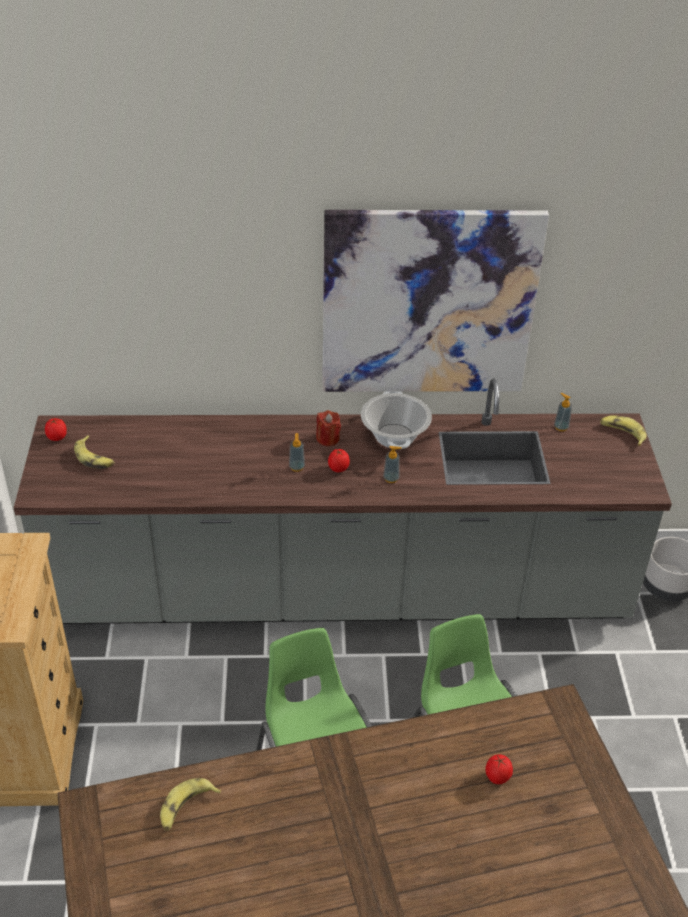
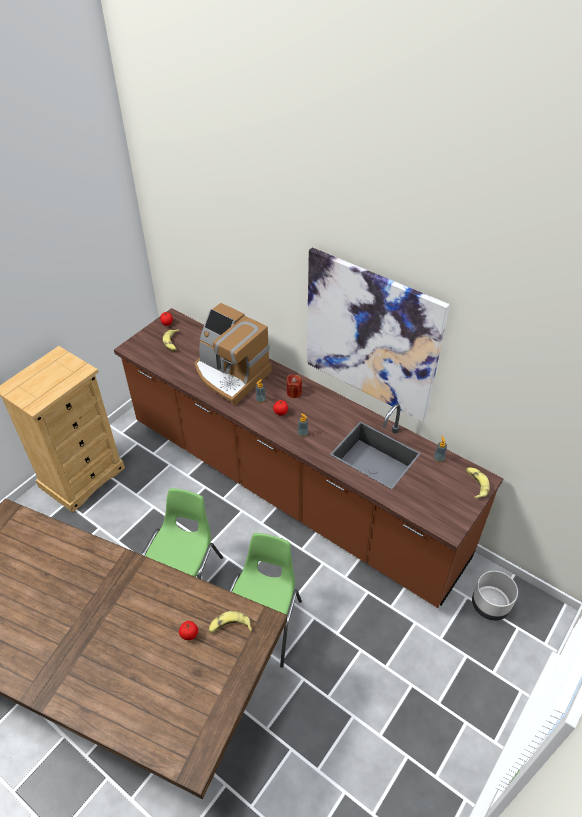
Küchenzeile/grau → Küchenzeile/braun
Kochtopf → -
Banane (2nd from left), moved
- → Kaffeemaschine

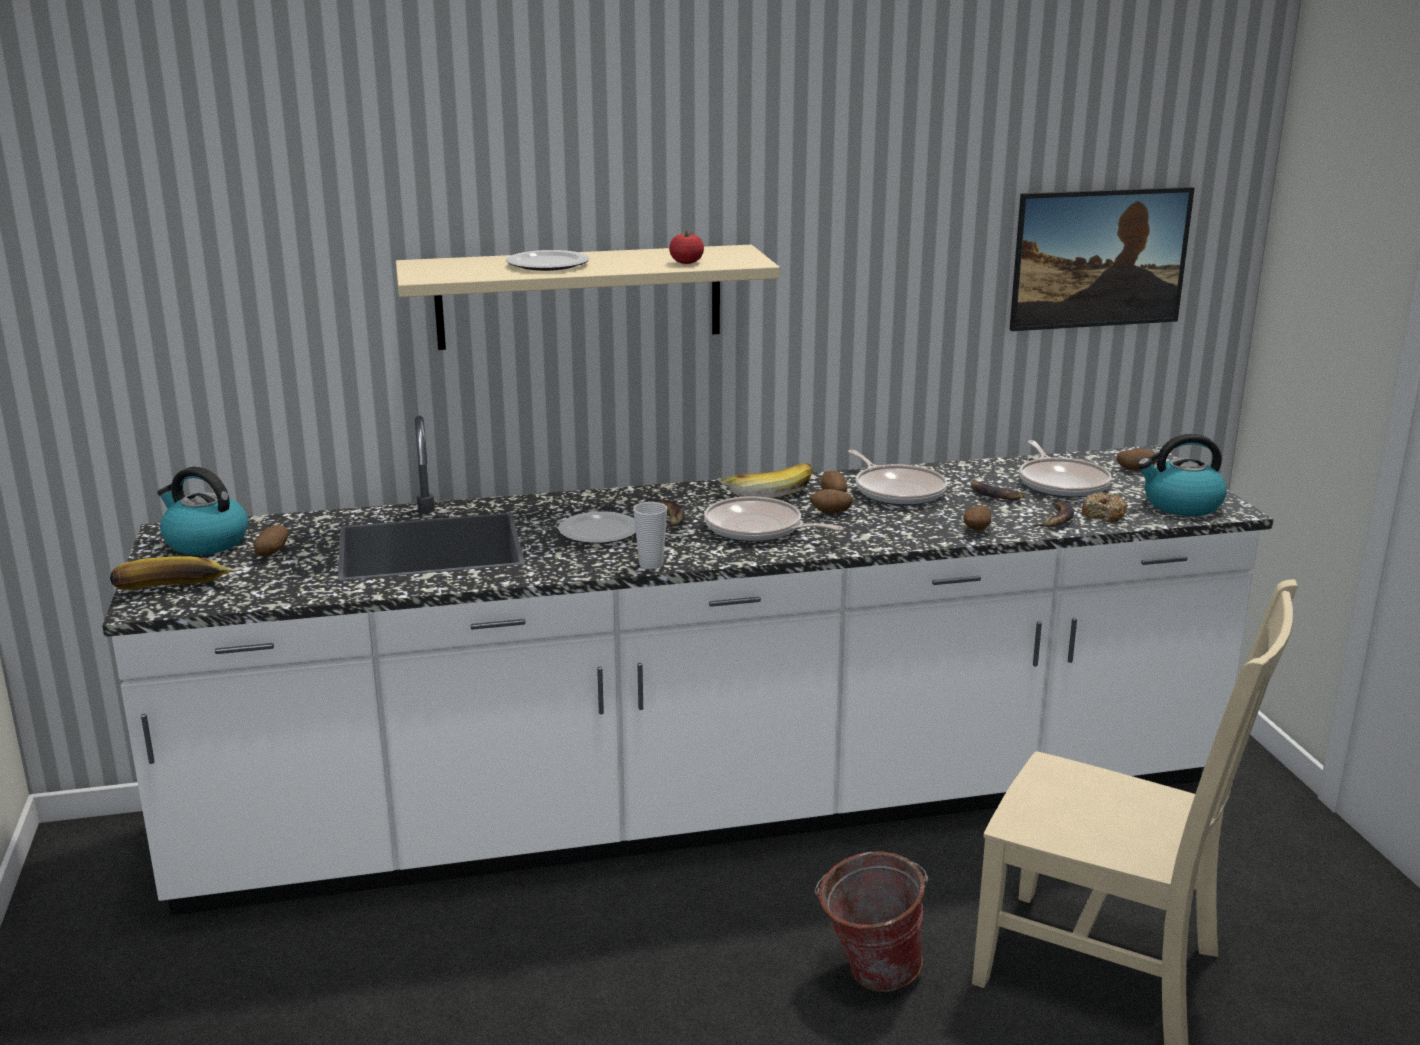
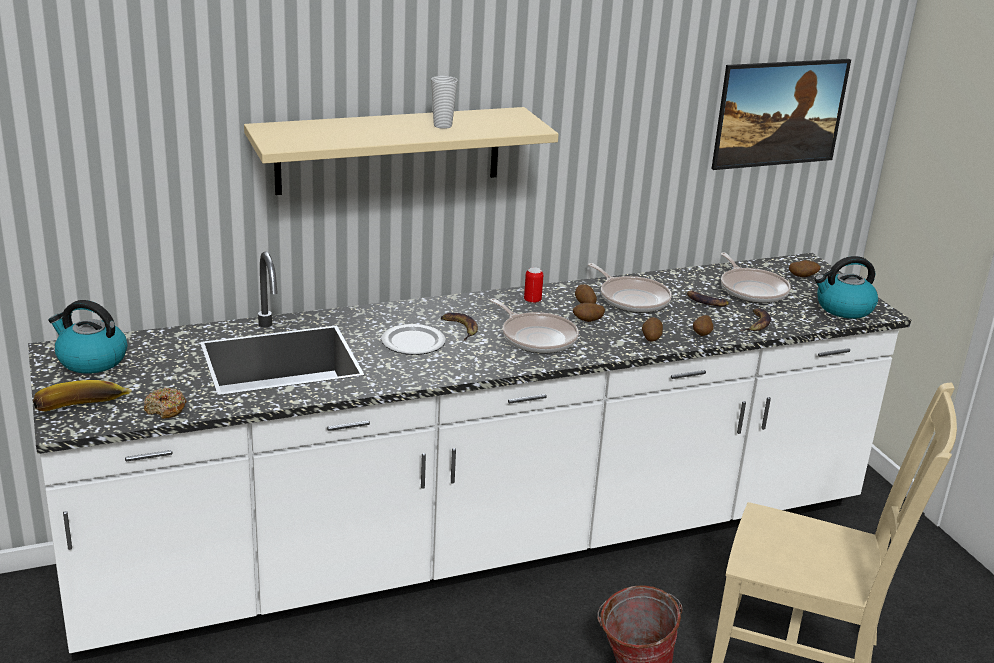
Tomate → -
Teller (1st from left) → -
Banane (3rd from left) → Dose
Donut, moved
Pfanne (1st from left), 150 degrees counterclockwise
Tasse, moved
Kartoffel (1st from left in the first image) → Kartoffel (3rd from left), moved

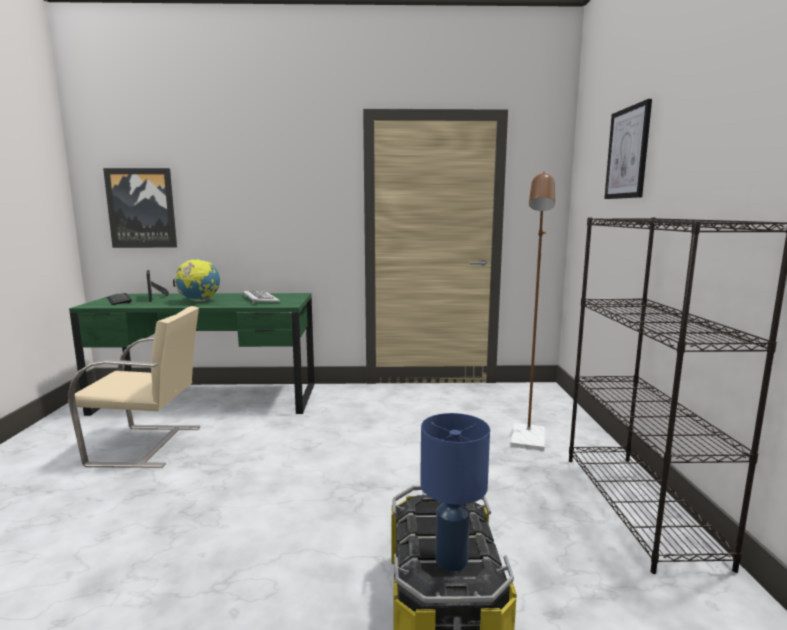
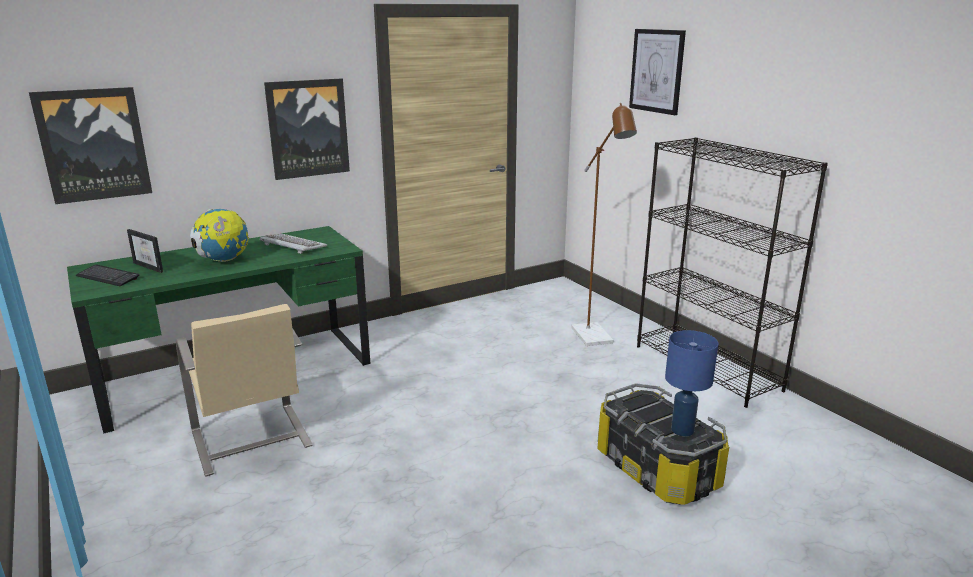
Stuhl/beige, 90 degrees clockwise
- → Bild (2nd from left)

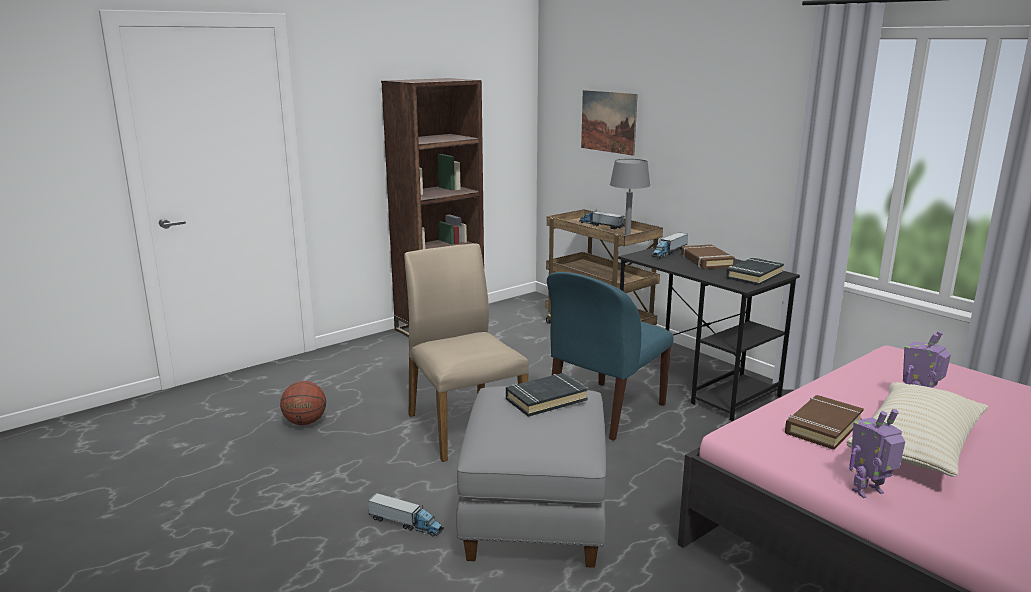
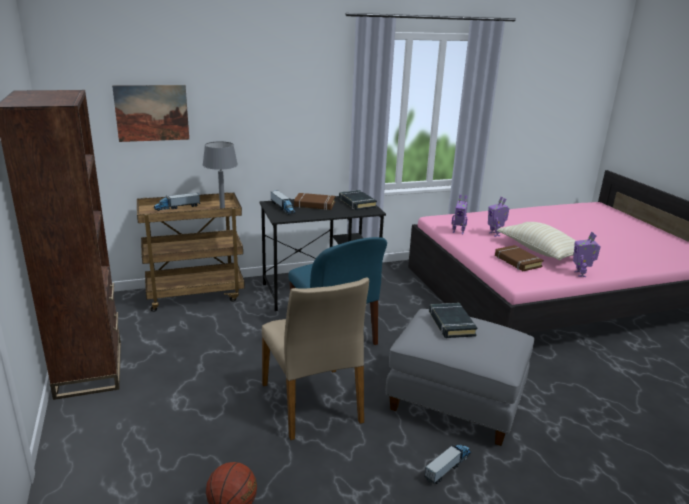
Stuhl/beige, 105 degrees counterclockwise
- → Spielzeugroboter (1st from left)

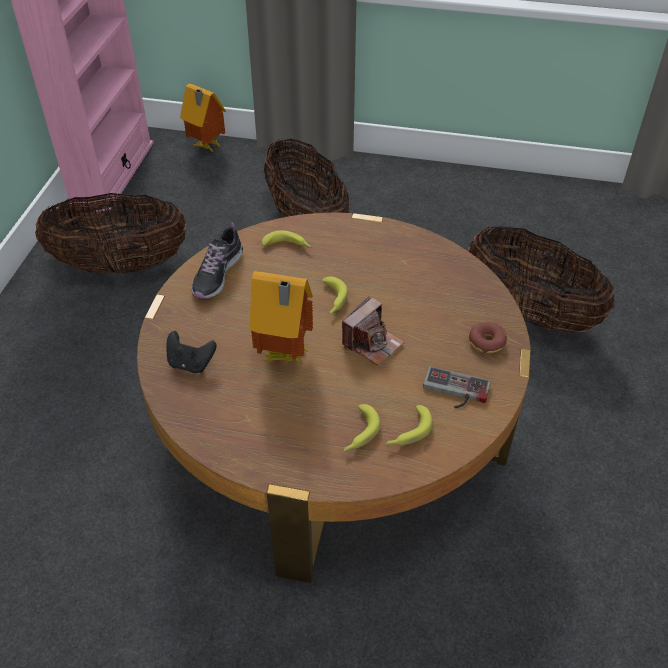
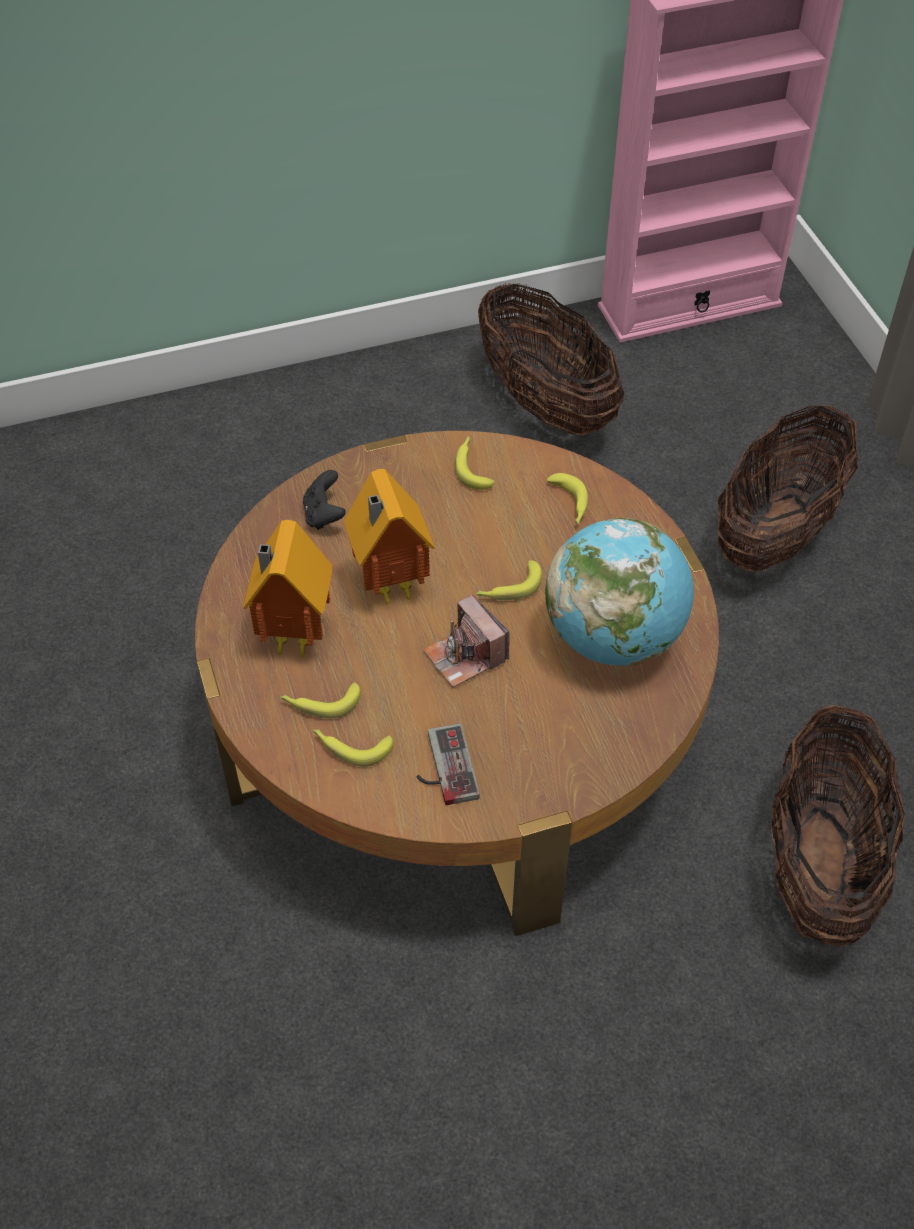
Spielzeughaus (1st from left), moved
Schuh → Banane (3rd from left)
Kamera, 45 degrees clockwise
Donut → -
- → Globus

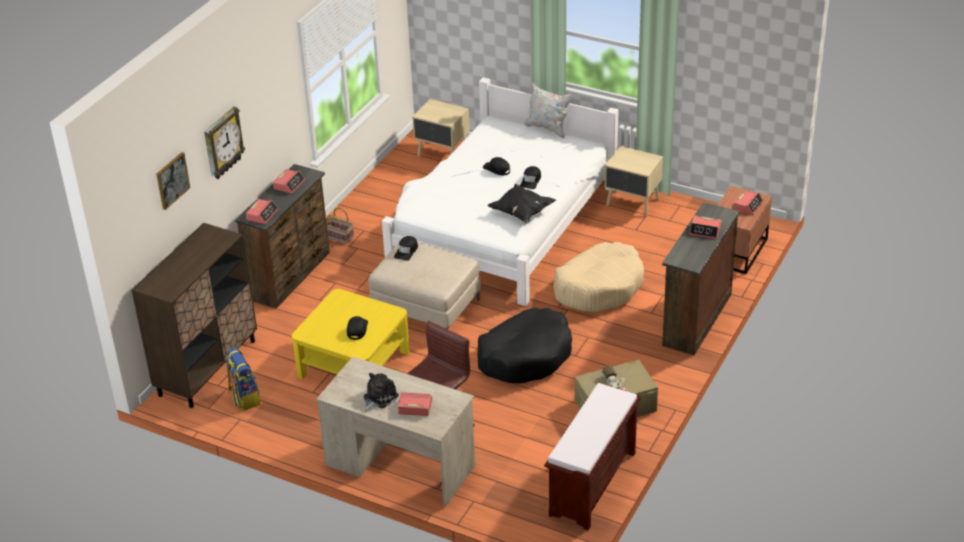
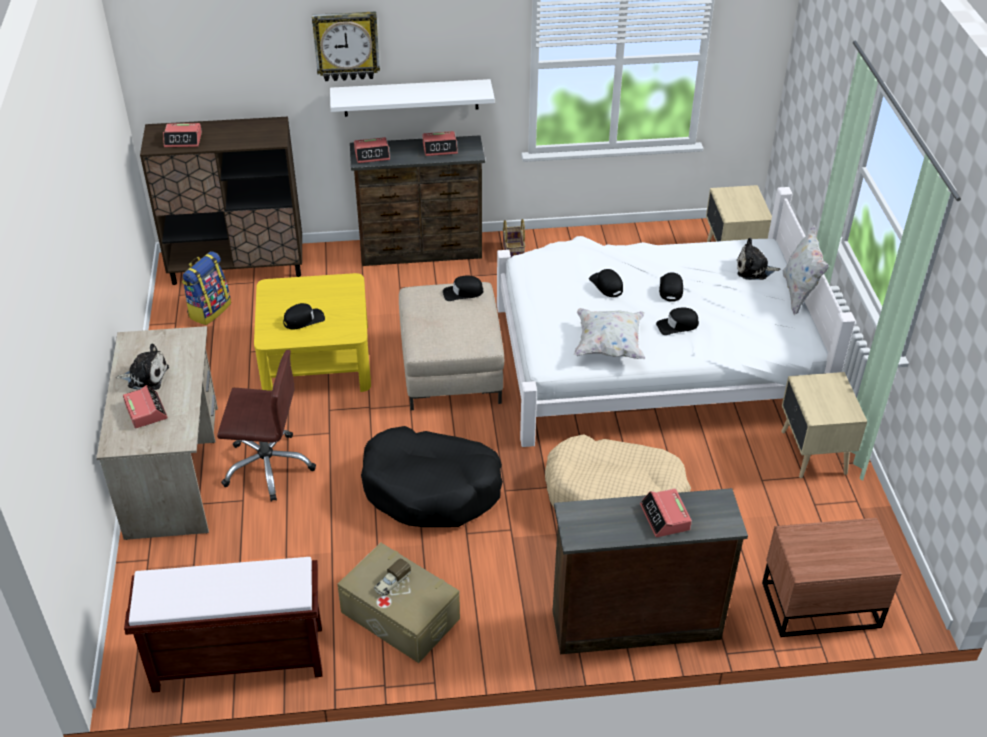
Bild → -
Kissen/schwarz → Kissen/weiß (1st from left)
Wecker (5th from left in the first image) → Wecker (2nd from left), moved
- → Wandregal/weiß
- → Plüschtier (2nd from left)
- → Kappe/schwarz (3rd from left)

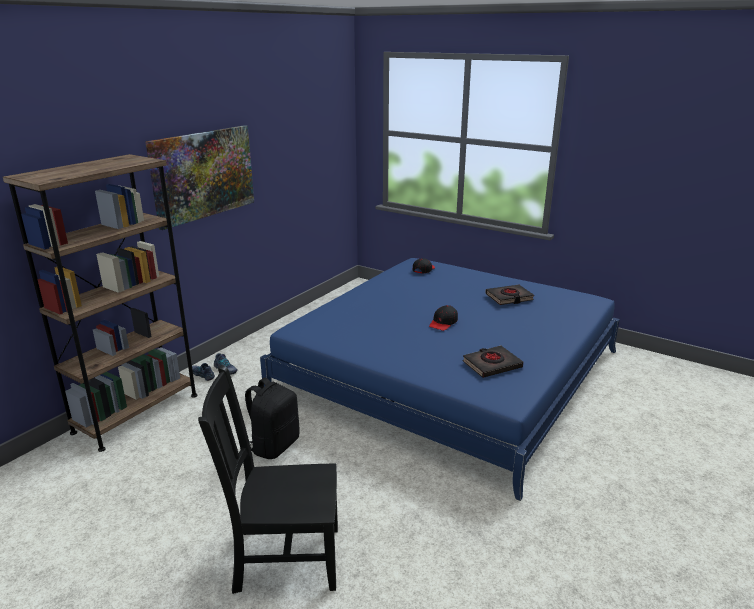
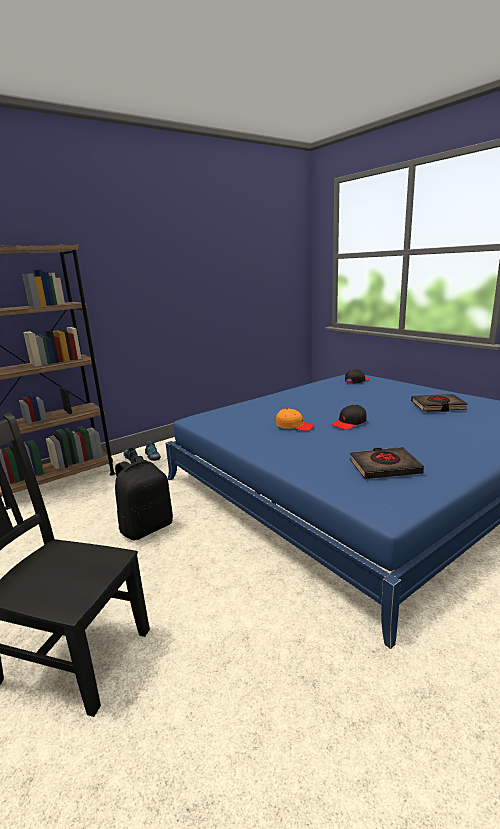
Bild → -
- → Kappe/orange

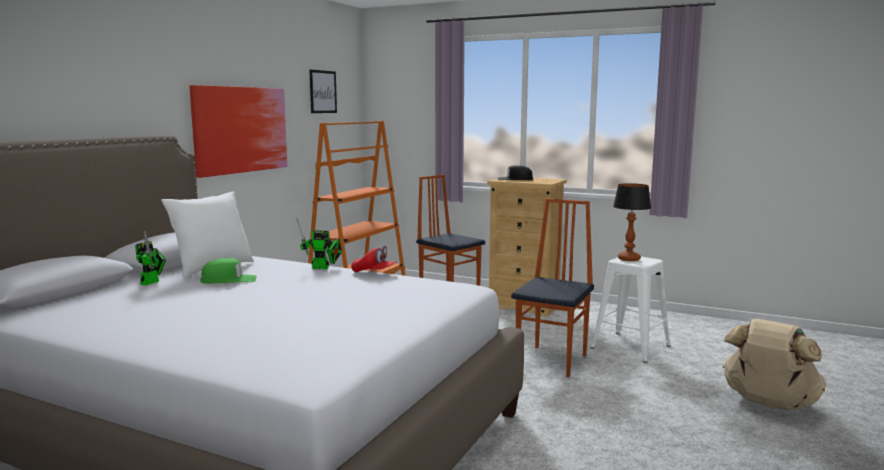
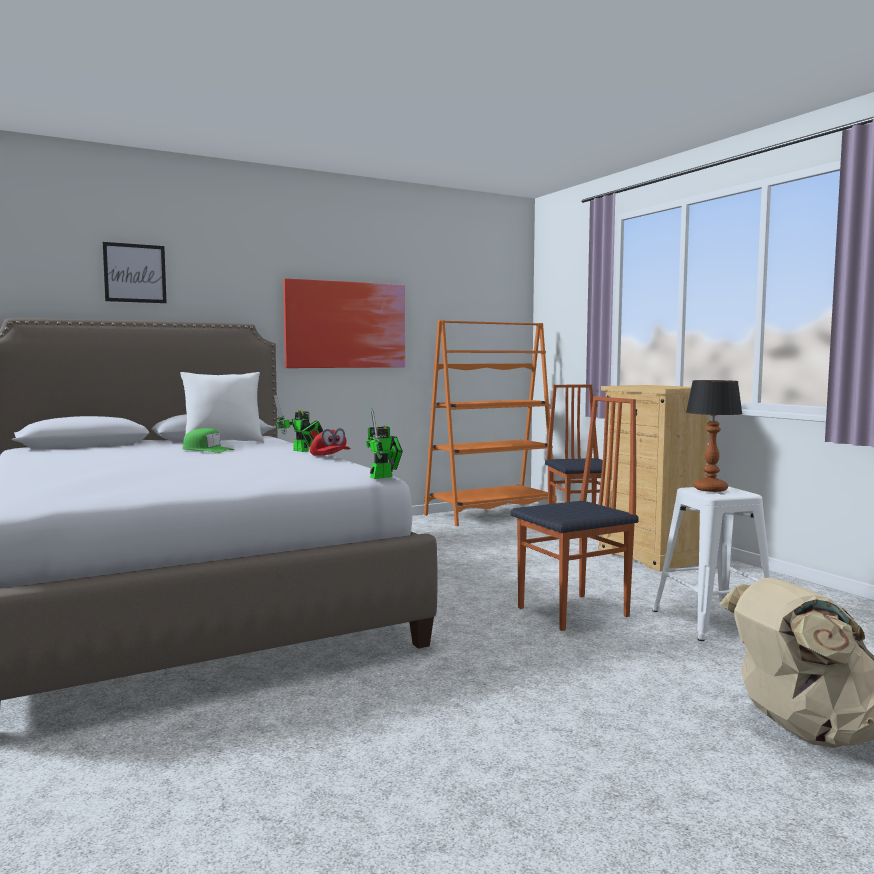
Bild (2nd from left in the first image) → Bild (1st from left), moved
Kappe/schwarz → -
Spielzeugroboter (1st from left in the first image) → Spielzeugroboter (2nd from left), moved

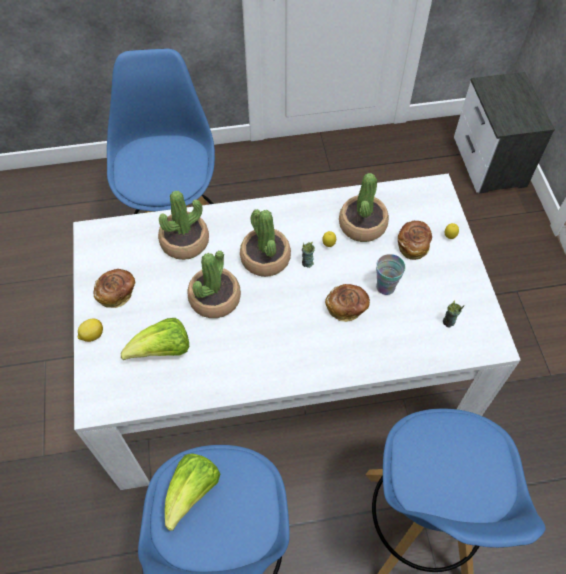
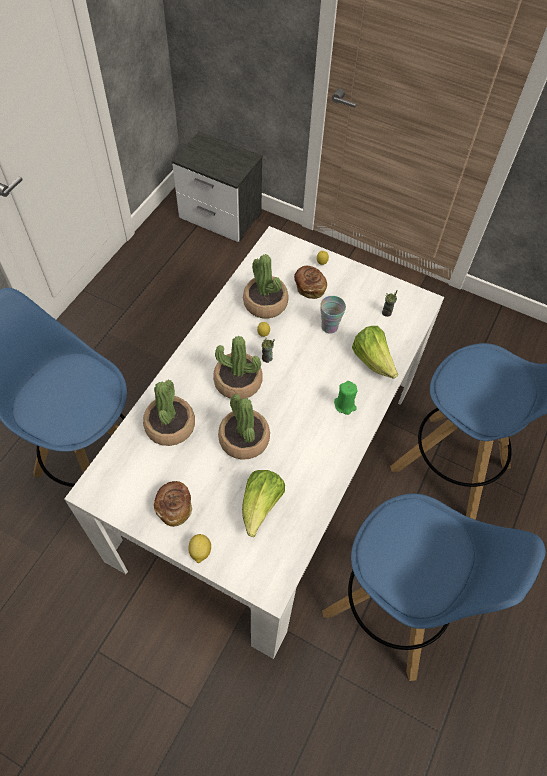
Brot (2nd from left) → -
Salatkopf (2nd from left), moved
- → Kerze/grün

